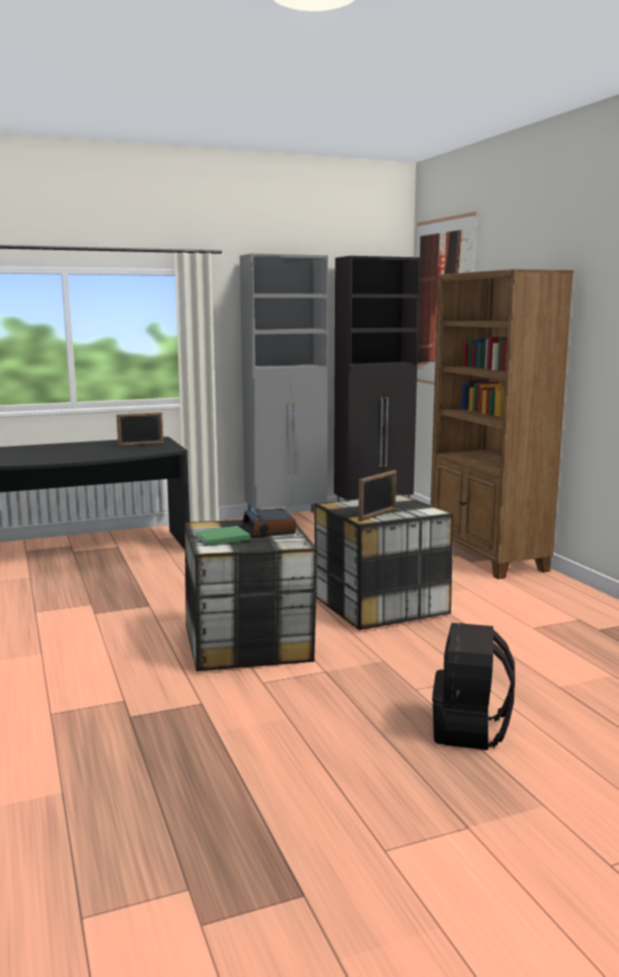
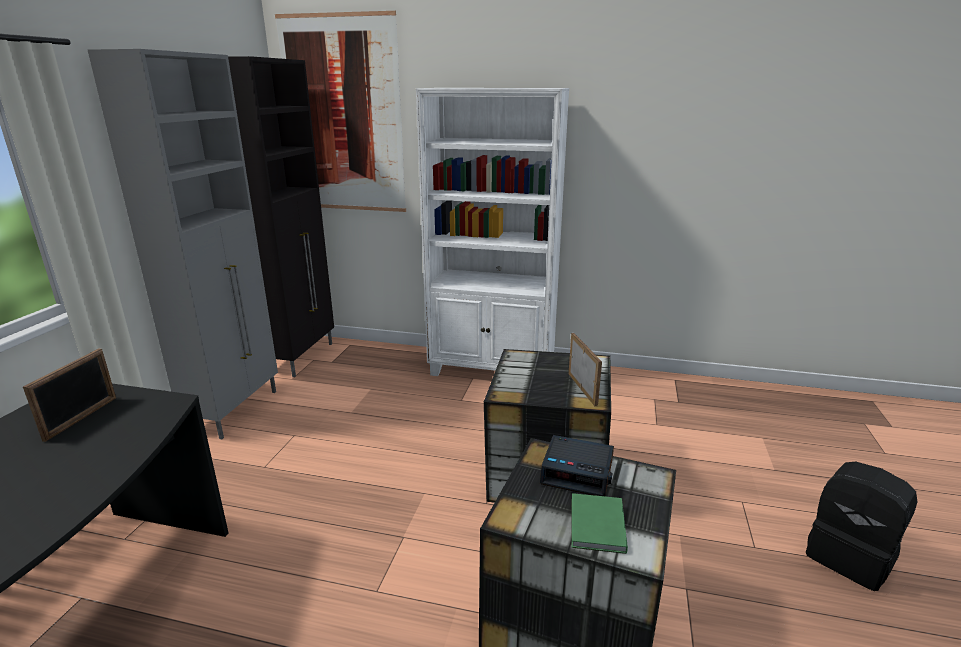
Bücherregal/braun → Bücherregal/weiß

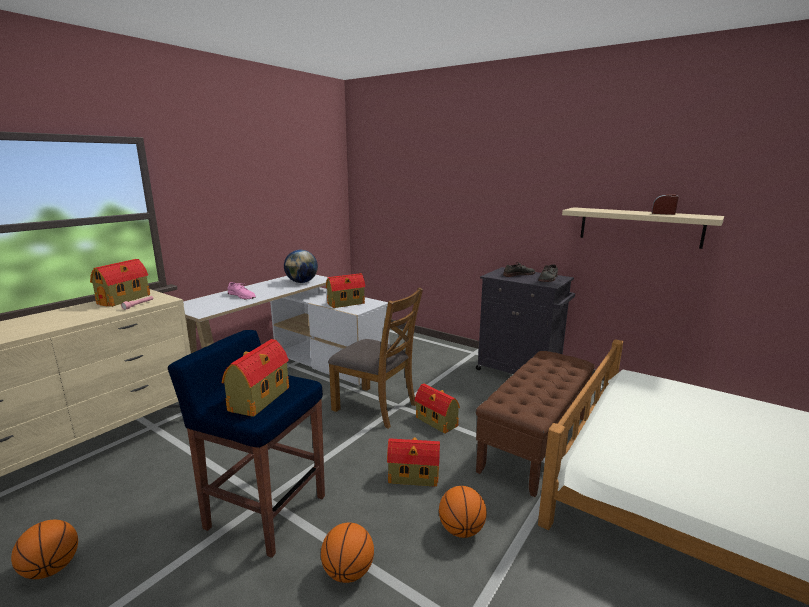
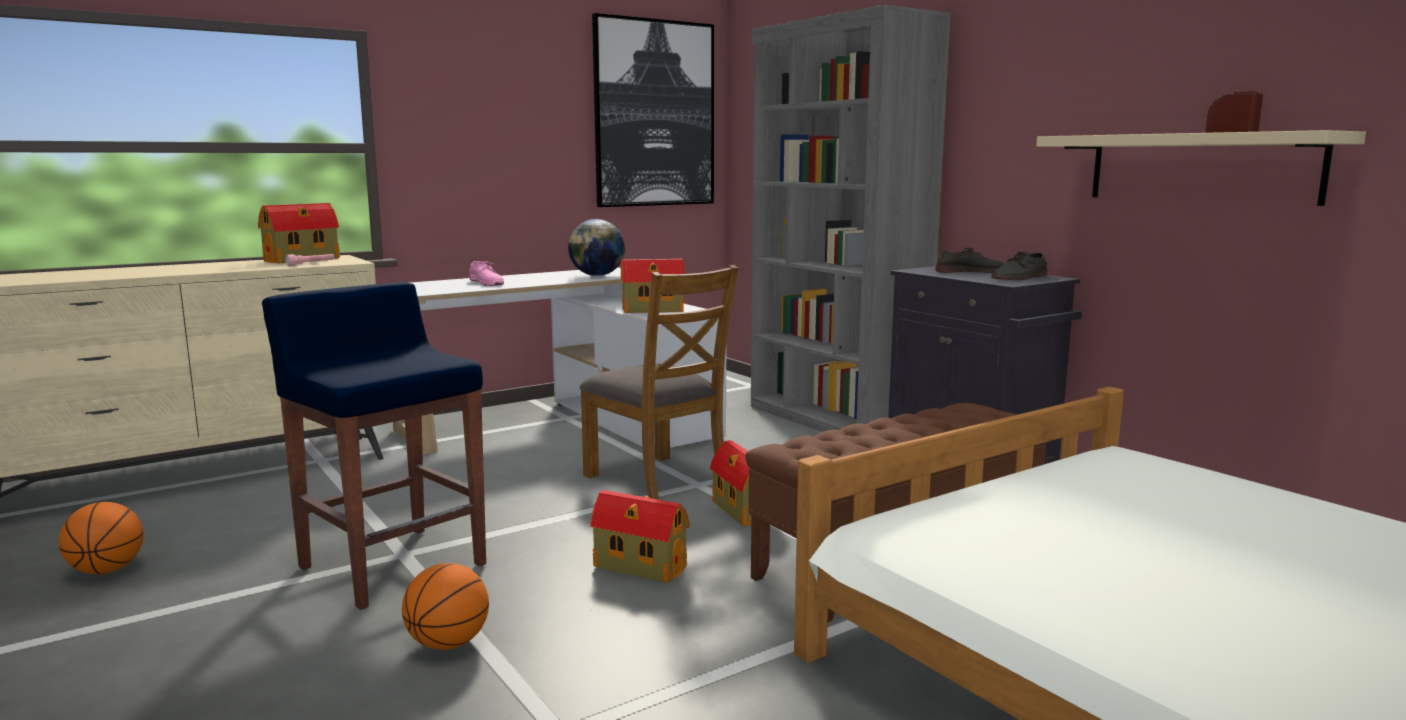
Spielzeughaus (2nd from left) → -
Basketball (3rd from left) → -
- → Bücherregal/grau
- → Bild

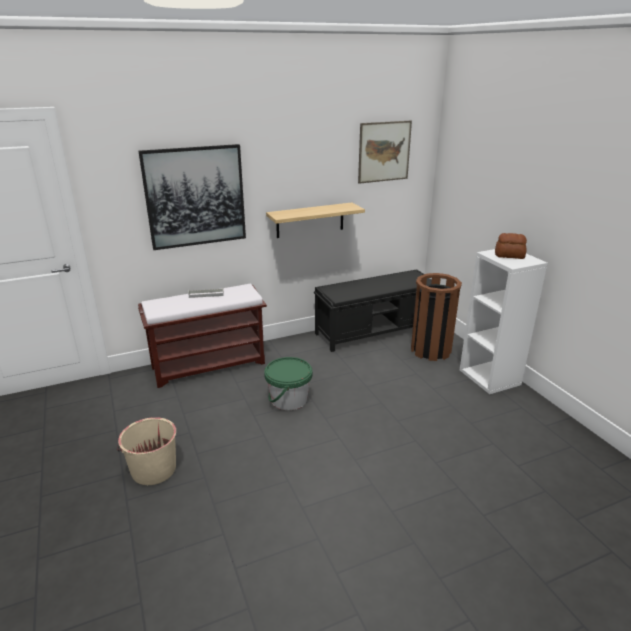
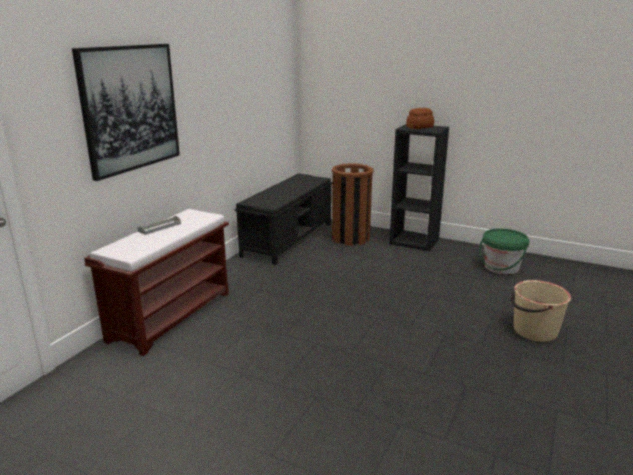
Bild (2nd from left) → -
Wandregal → -
Bücherregal/weiß → Bücherregal/schwarz
Eimer/grün, moved
Eimer/beige, moved

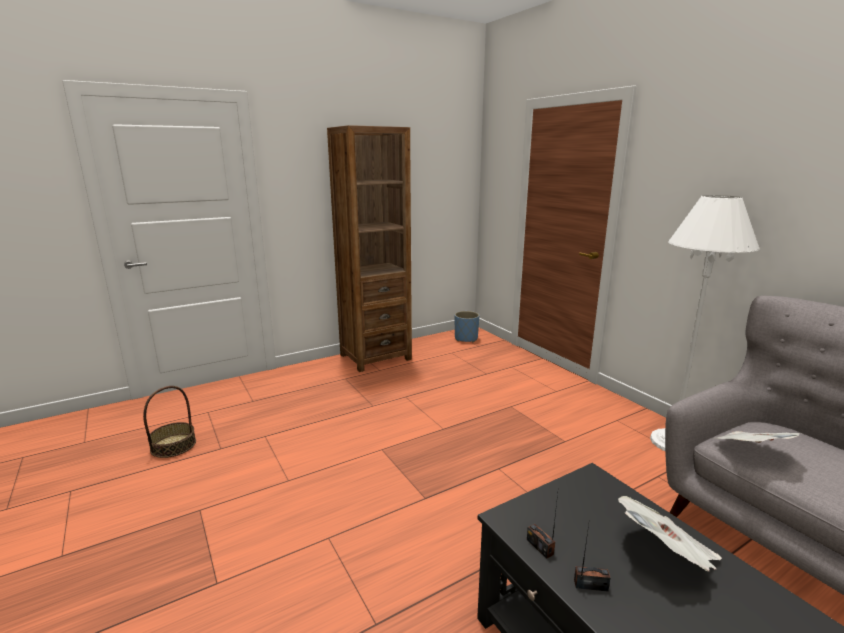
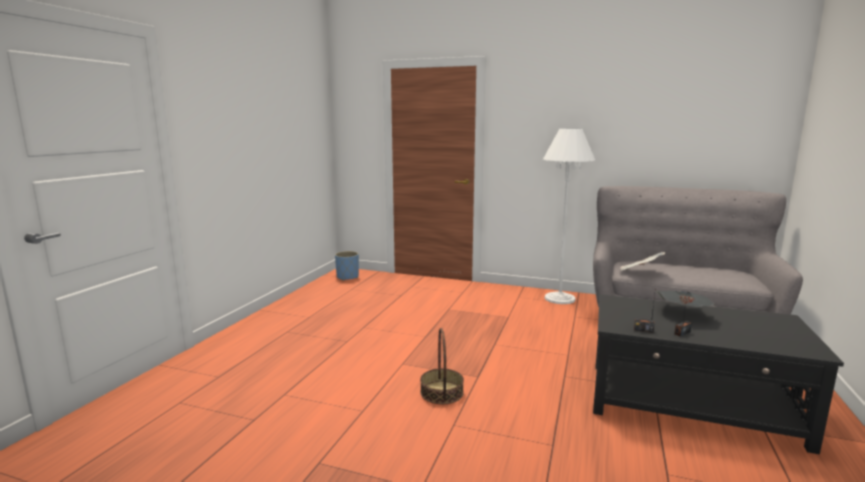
Bücherregal/braun → -
Korb, moved

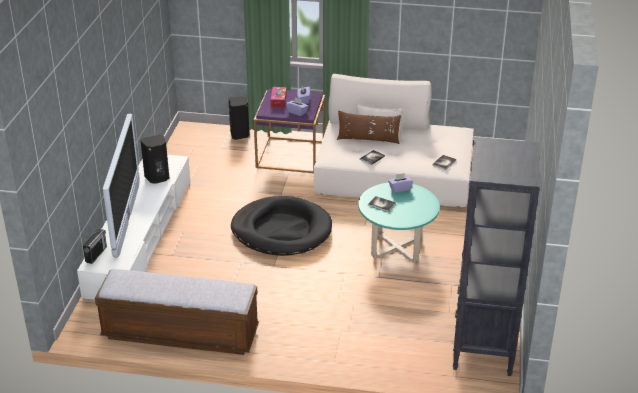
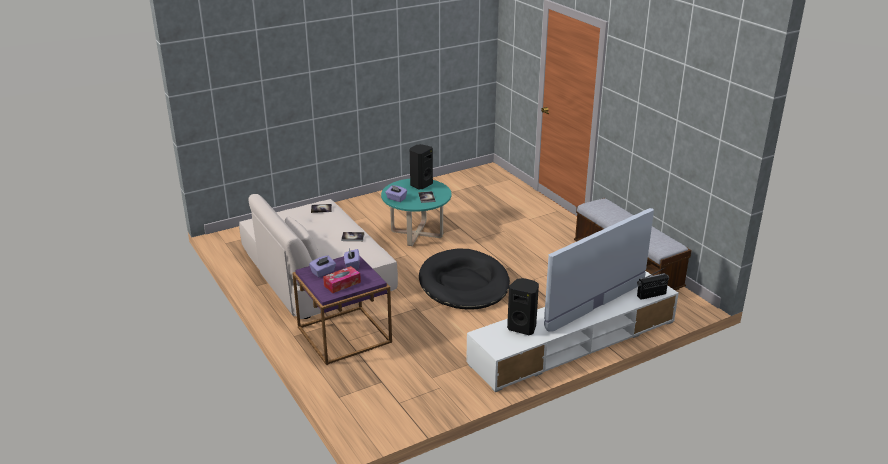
Lautsprecher/schwarz (2nd from left in the first image) → Lautsprecher/schwarz (1st from left), moved
Kissen/braun → -
Bücherregal/schwarz → -

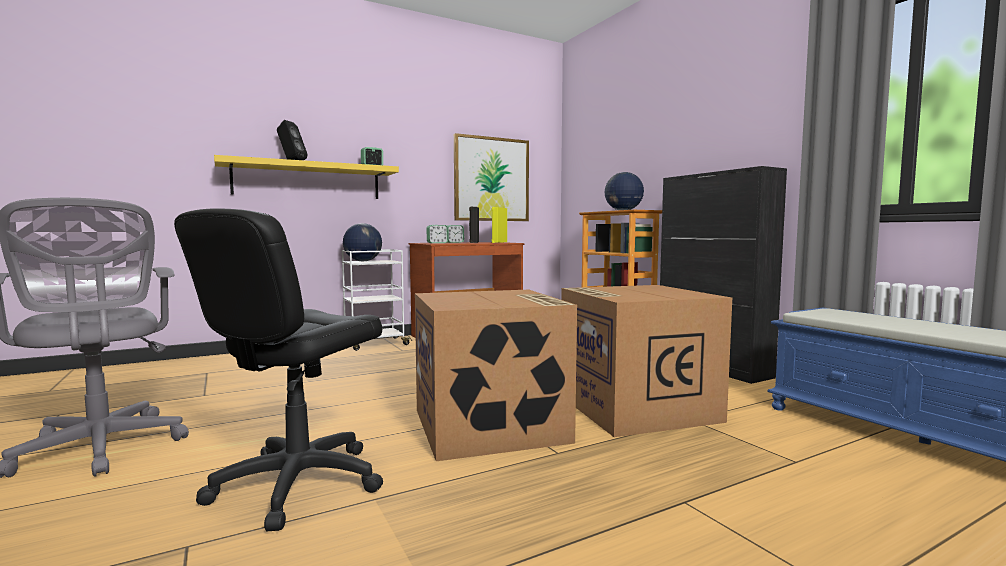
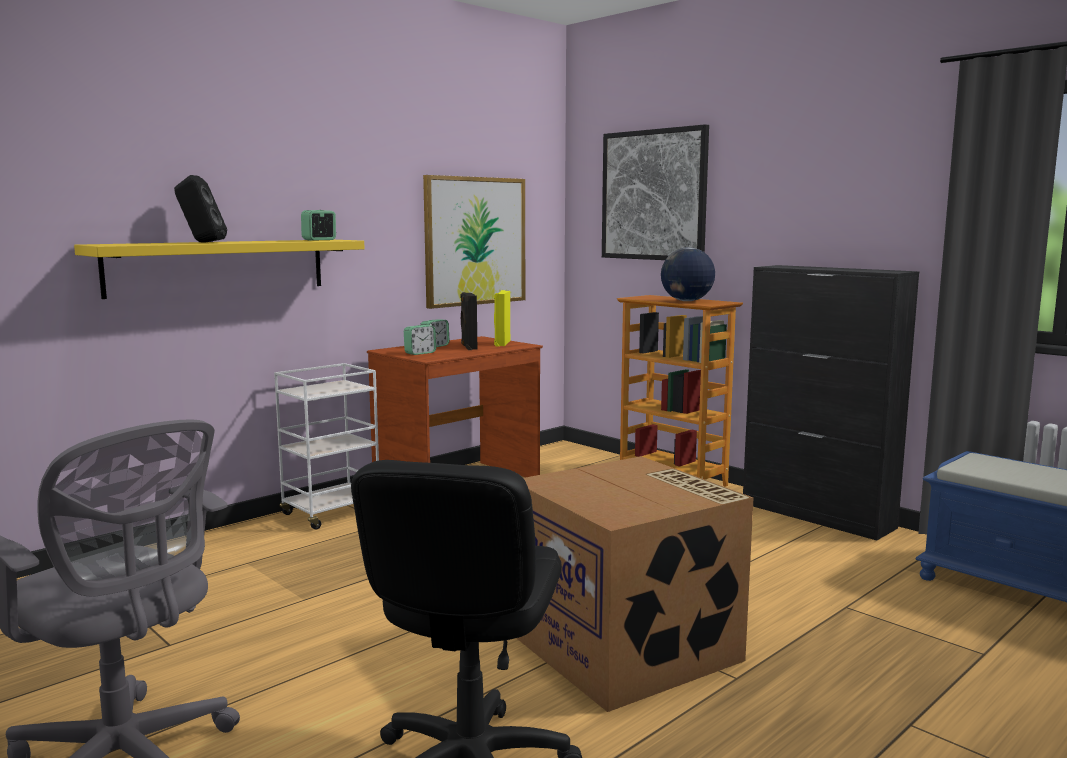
Globus (1st from left) → -
Karton (2nd from left) → -
- → Bild (2nd from left)

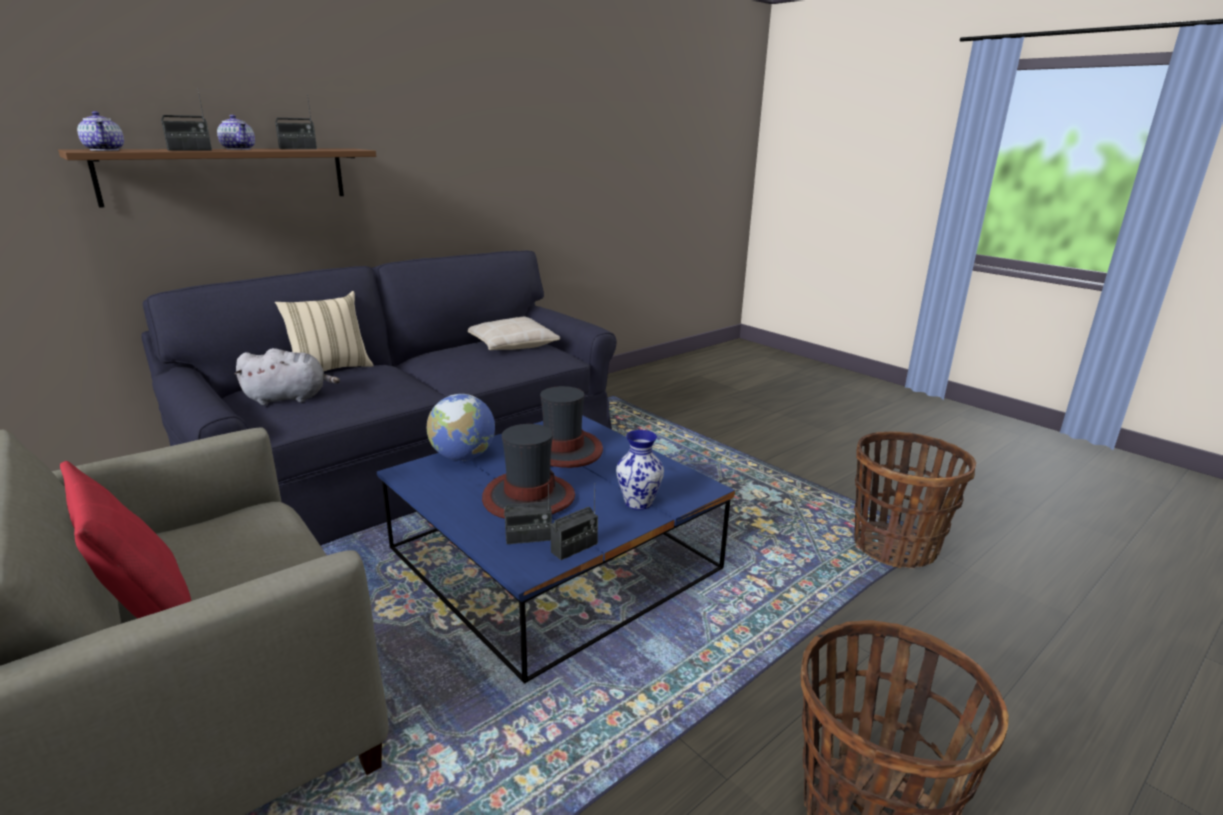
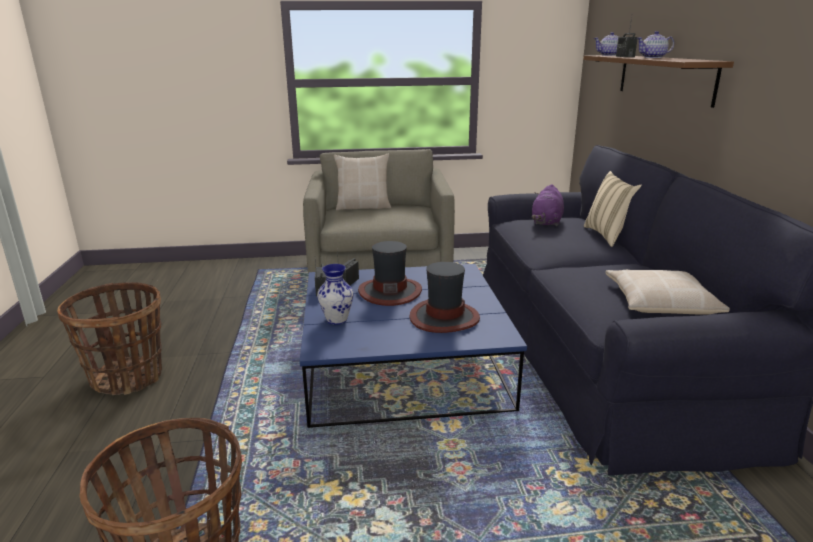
Radio (2nd from left) → -
Plüschtier/grau → Plüschtier/lila
Globus → -
Kissen/rot → Kissen/beige (1st from left)

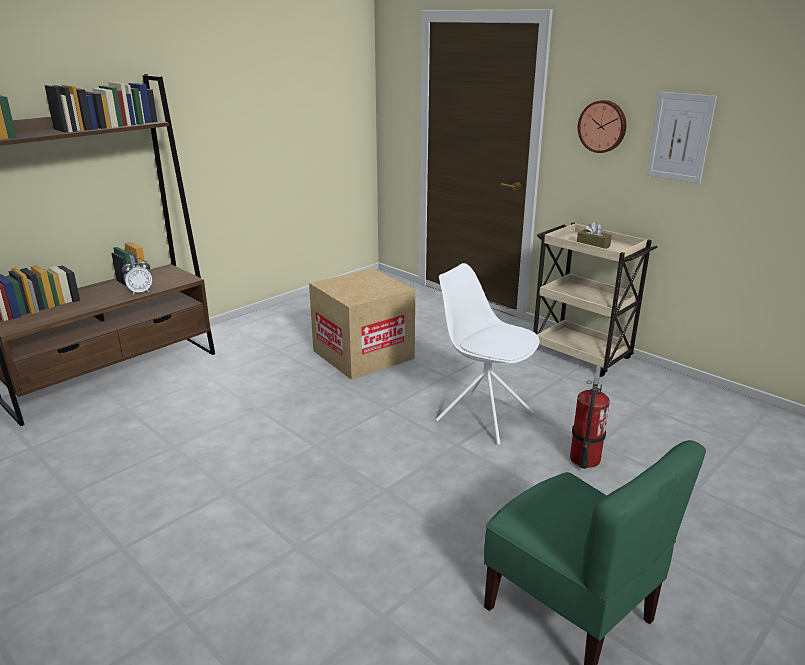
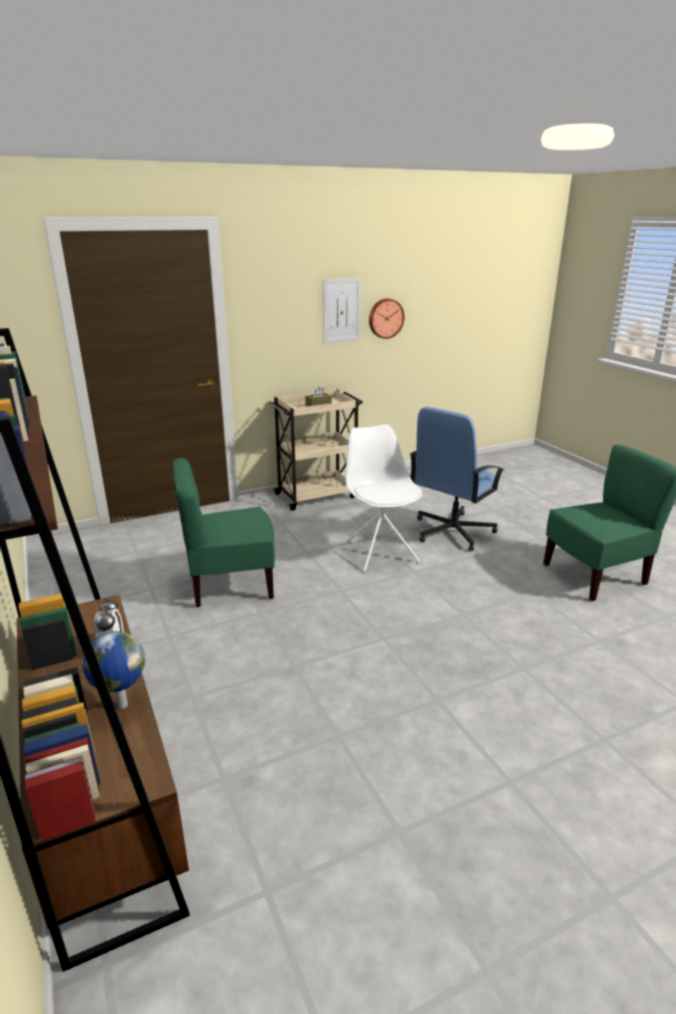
Wanduhr, moved
Stuhl/weiß, 105 degrees clockwise
Karton → Stuhl/grün (1st from left)
Feuerlöscher → Bürostuhl/blau
- → Globus

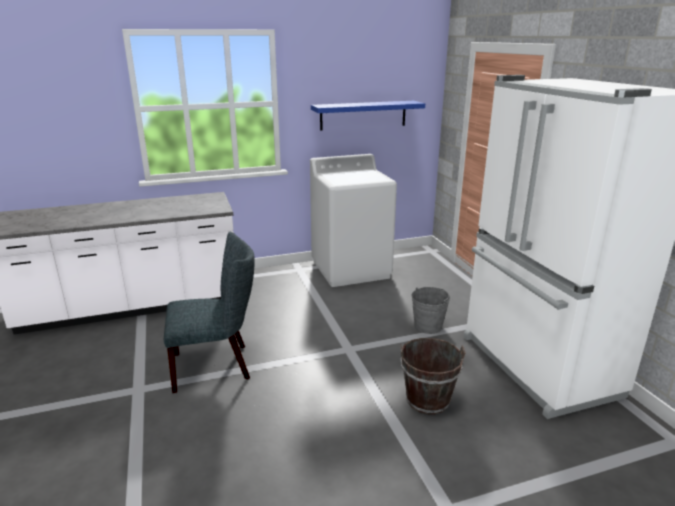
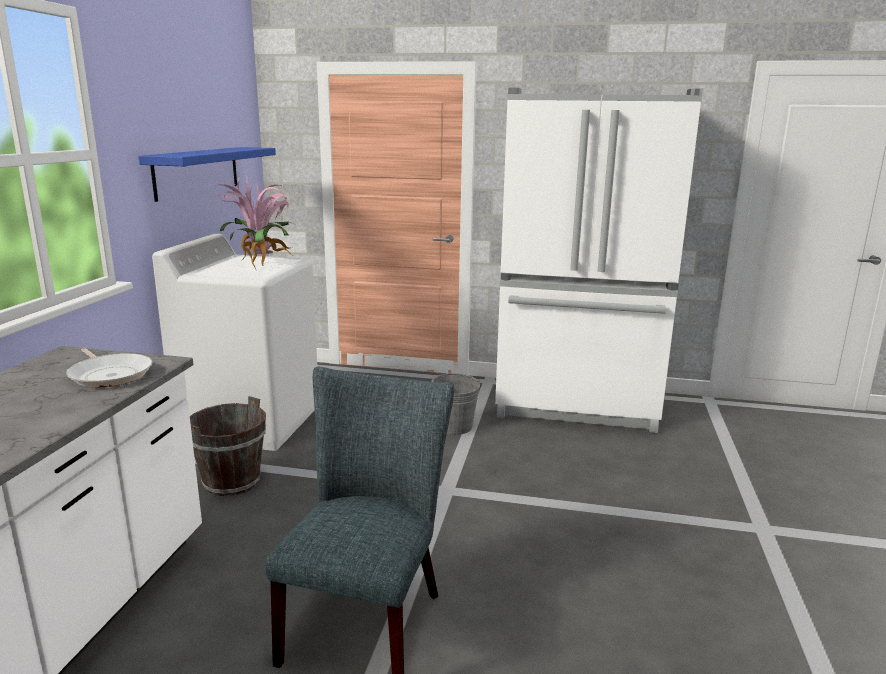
Eimer/braun, moved
- → Topfpflanze
- → Pfanne

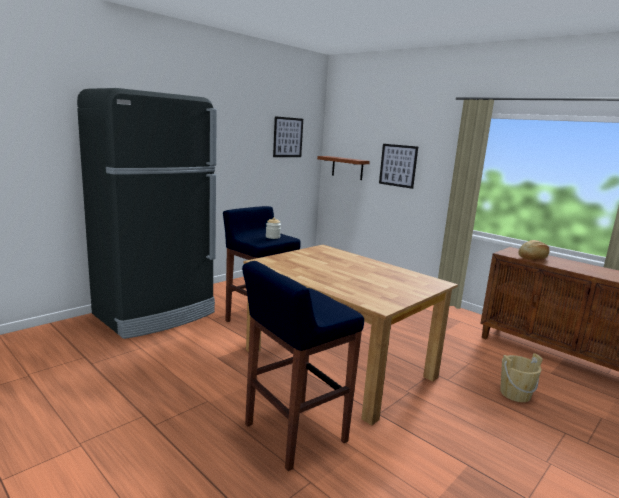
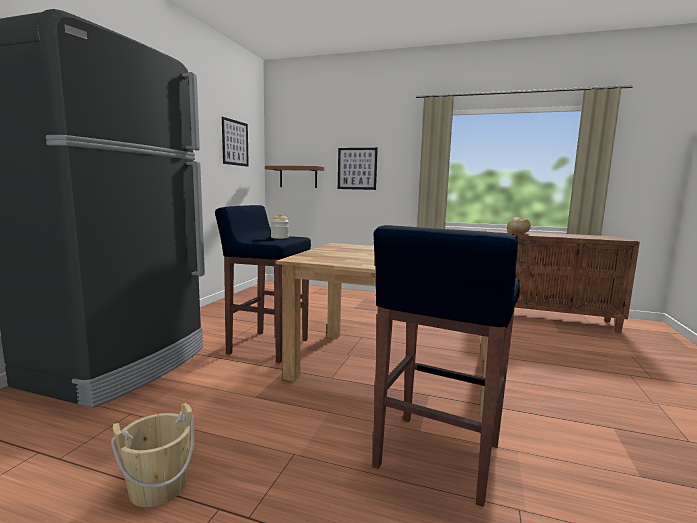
Eimer/beige, moved

